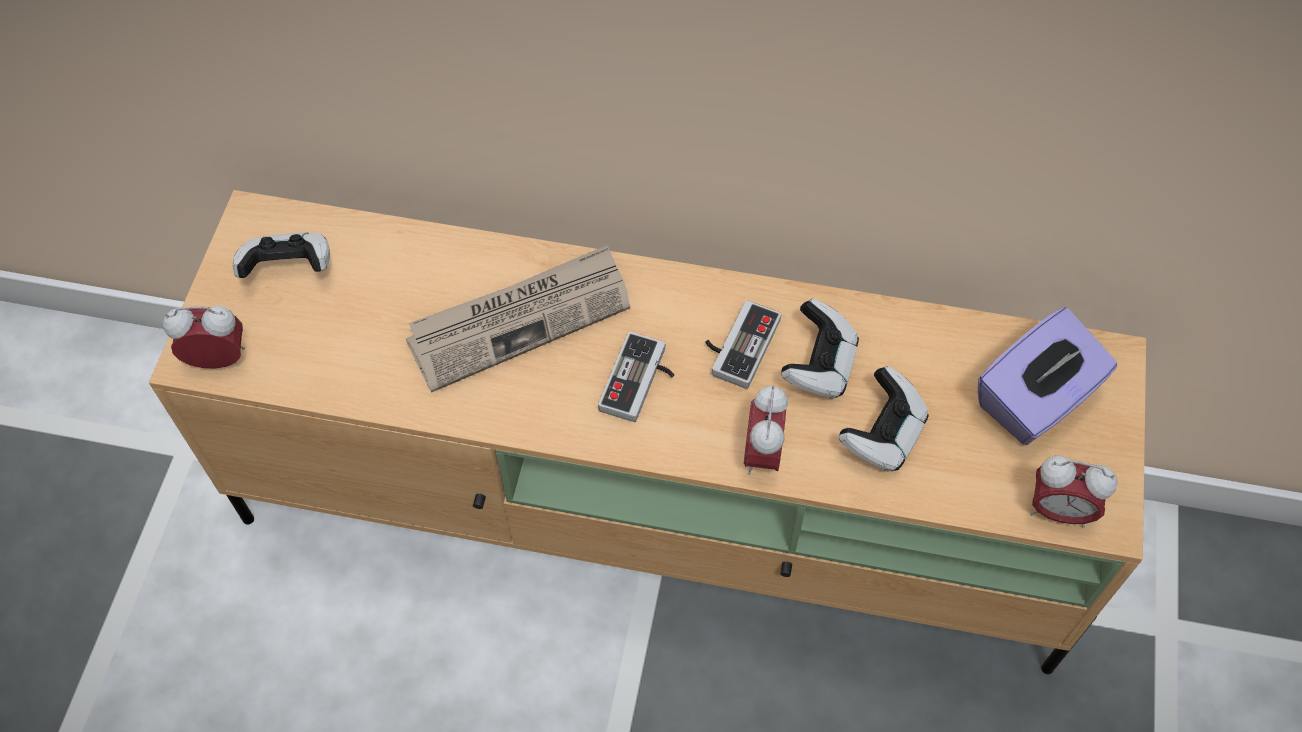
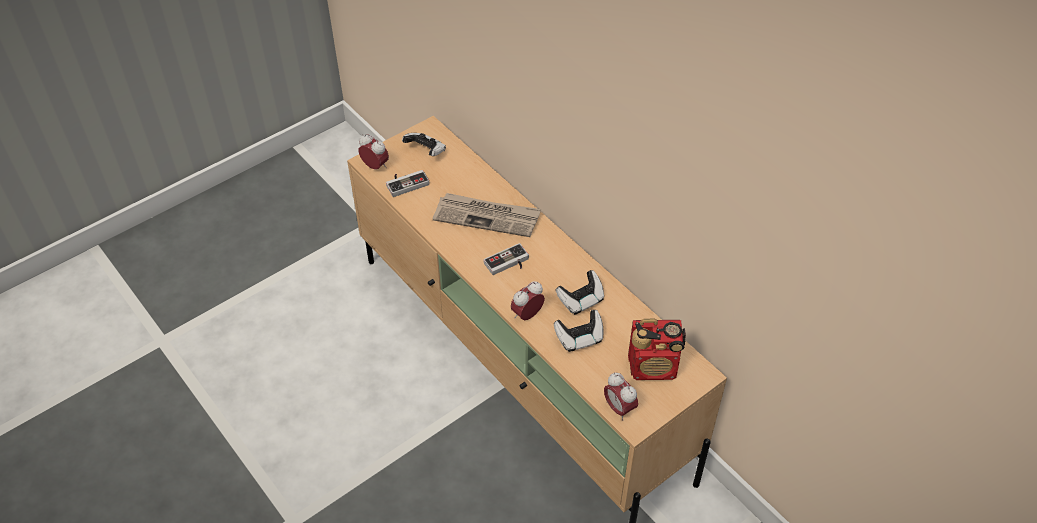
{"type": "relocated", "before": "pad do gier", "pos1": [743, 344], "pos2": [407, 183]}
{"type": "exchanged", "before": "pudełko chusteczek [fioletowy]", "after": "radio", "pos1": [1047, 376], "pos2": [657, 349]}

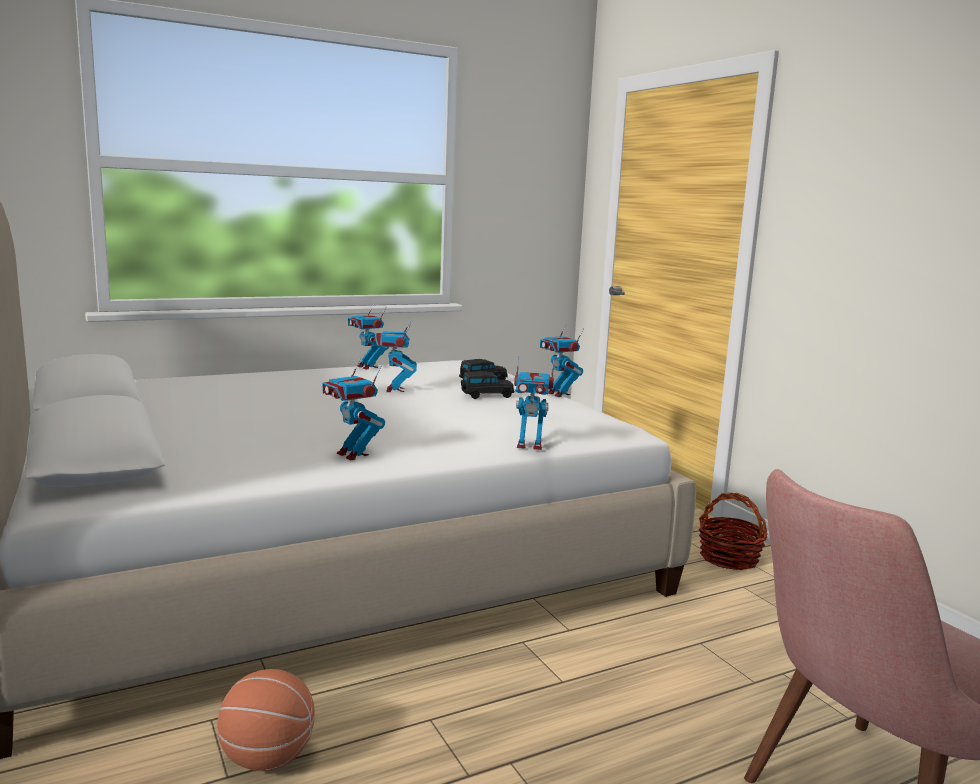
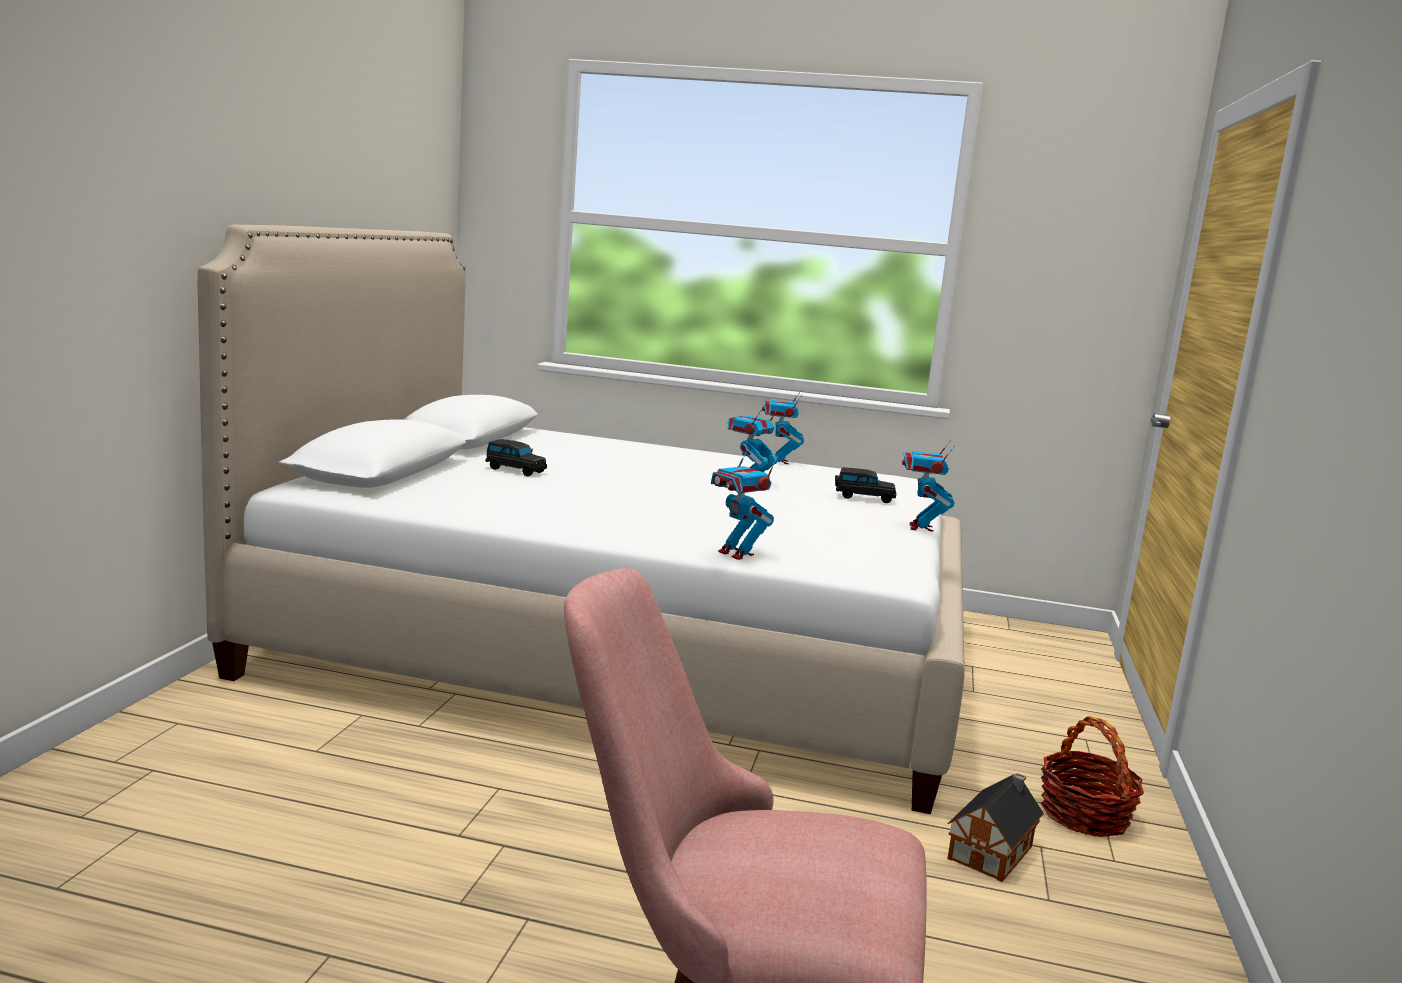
{"type": "missing", "before": "piłka do koszykówki", "pos1": [266, 720]}
{"type": "missing", "before": "robot zabawkowy", "pos1": [353, 409]}
{"type": "appeared", "after": "domek", "pos2": [995, 827]}
{"type": "relocated", "before": "samochodzik [czarny]", "pos1": [487, 385], "pos2": [516, 457]}

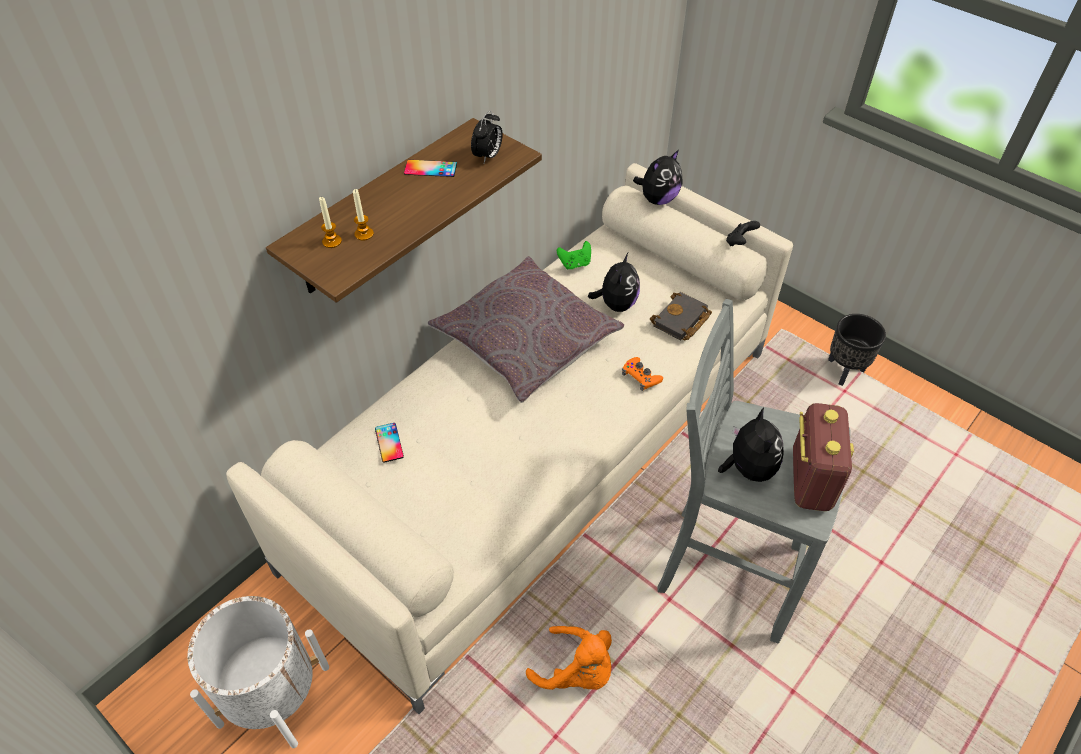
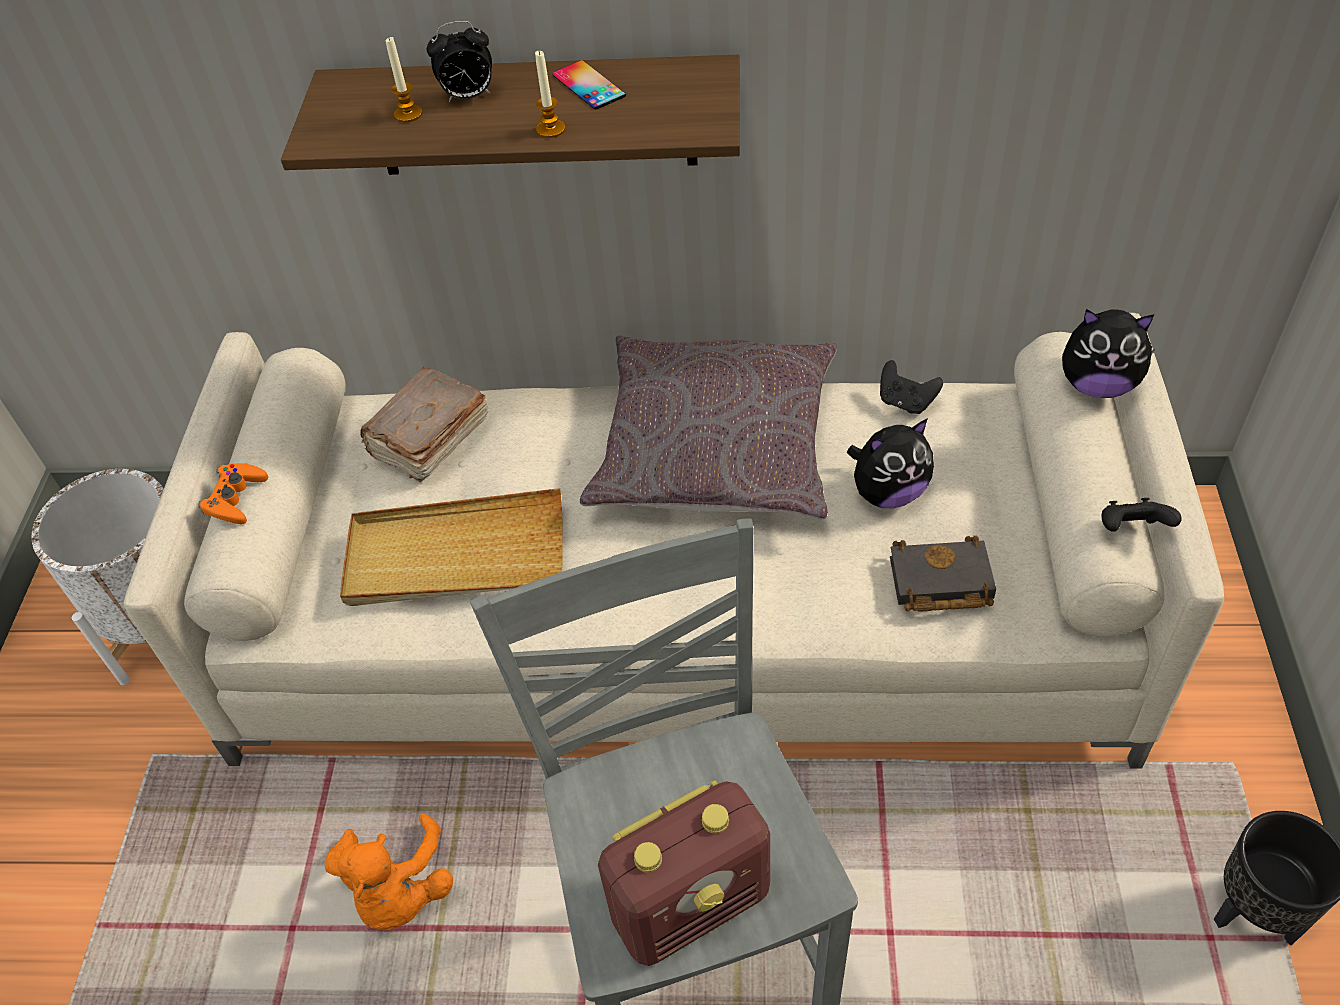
{"type": "missing", "before": "pluszak", "pos1": [751, 444]}
{"type": "appeared", "after": "taca [beżowy]", "pos2": [451, 547]}
{"type": "relocated", "before": "świeca", "pos1": [330, 222], "pos2": [550, 94]}
{"type": "relocated", "before": "budzik", "pos1": [487, 136], "pos2": [459, 61]}
{"type": "relocated", "before": "pad do gier [pomarańczowy]", "pos1": [642, 374], "pos2": [233, 493]}
{"type": "exchanged", "before": "telefon", "after": "książka [brązowy]", "pos1": [389, 443], "pos2": [424, 424]}
{"type": "colour", "before": "pad do gier [zielony]", "after": "pad do gier [czarny]", "pos1": [574, 255], "pos2": [911, 387]}

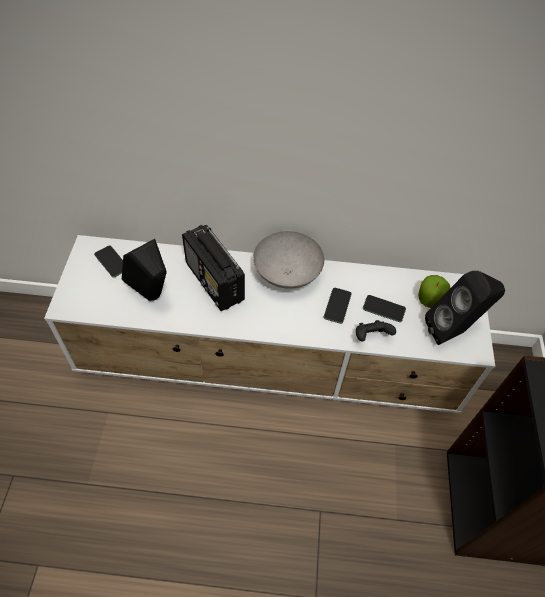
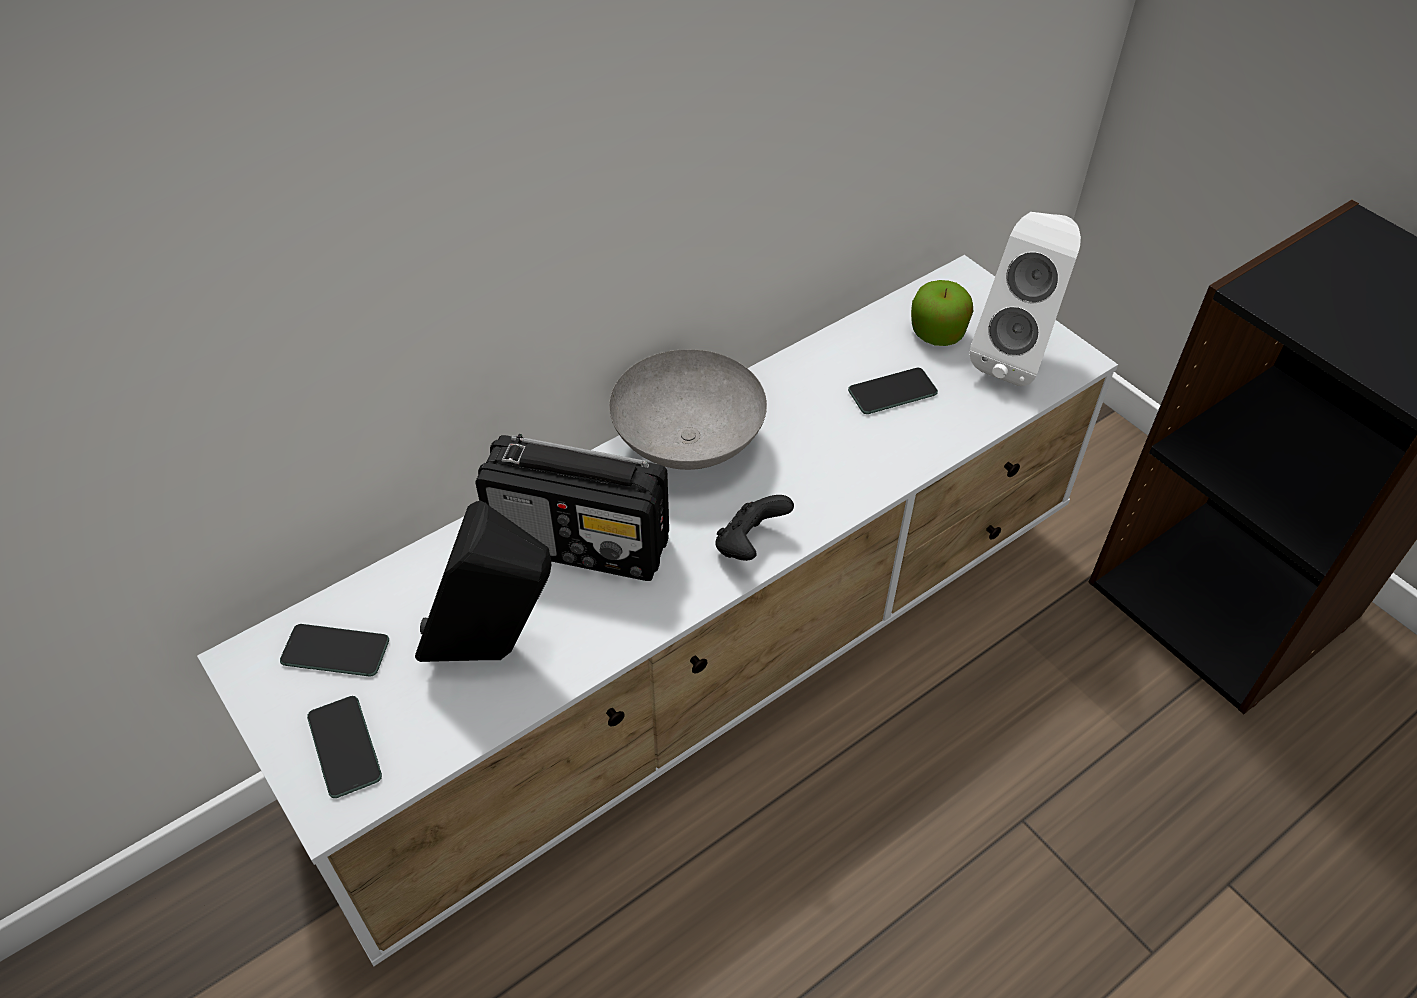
{"type": "relocated", "before": "telefon", "pos1": [338, 306], "pos2": [344, 747]}
{"type": "relocated", "before": "pad do gier [czarny]", "pos1": [376, 331], "pos2": [754, 528]}
{"type": "colour", "before": "głośnik [czarny]", "after": "głośnik [biały]", "pos1": [465, 308], "pos2": [1025, 299]}

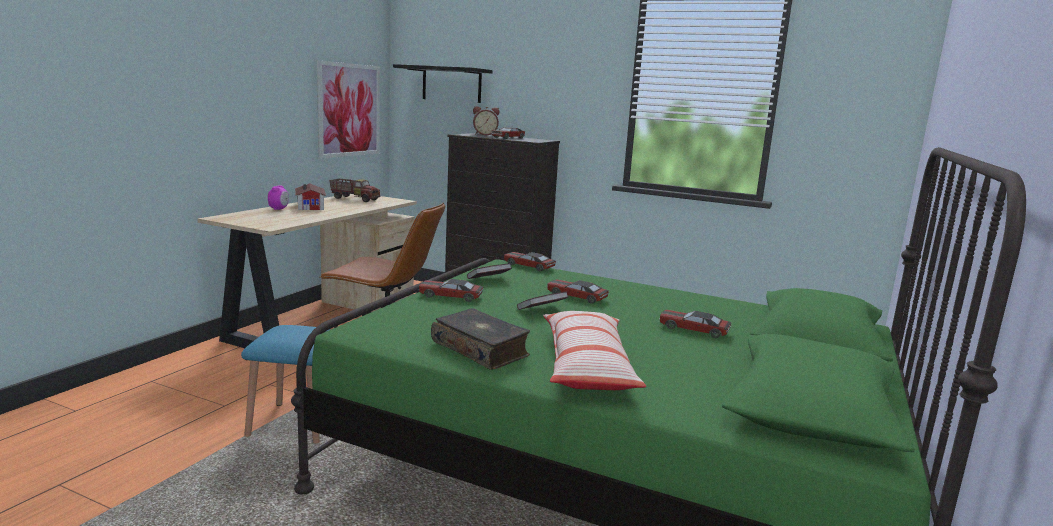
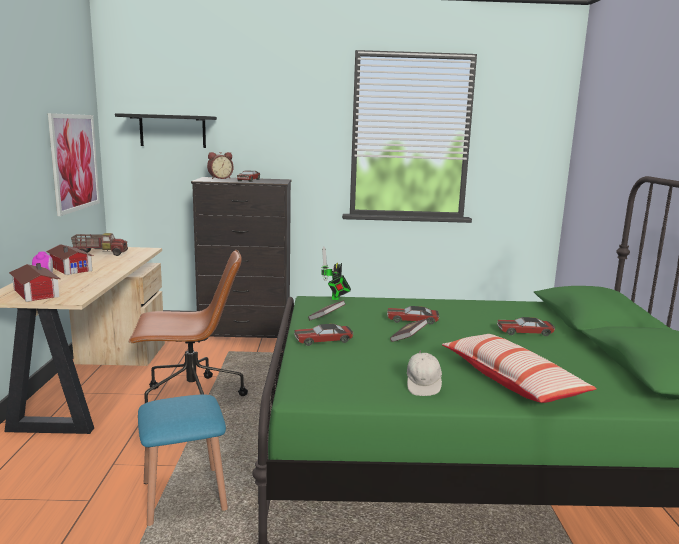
{"type": "appeared", "after": "domek", "pos2": [34, 282]}
{"type": "exchanged", "before": "książka", "after": "czapka z daszkiem [biały]", "pos1": [480, 339], "pos2": [424, 373]}
{"type": "exchanged", "before": "samochodzik", "after": "robot zabawkowy", "pos1": [530, 261], "pos2": [336, 273]}

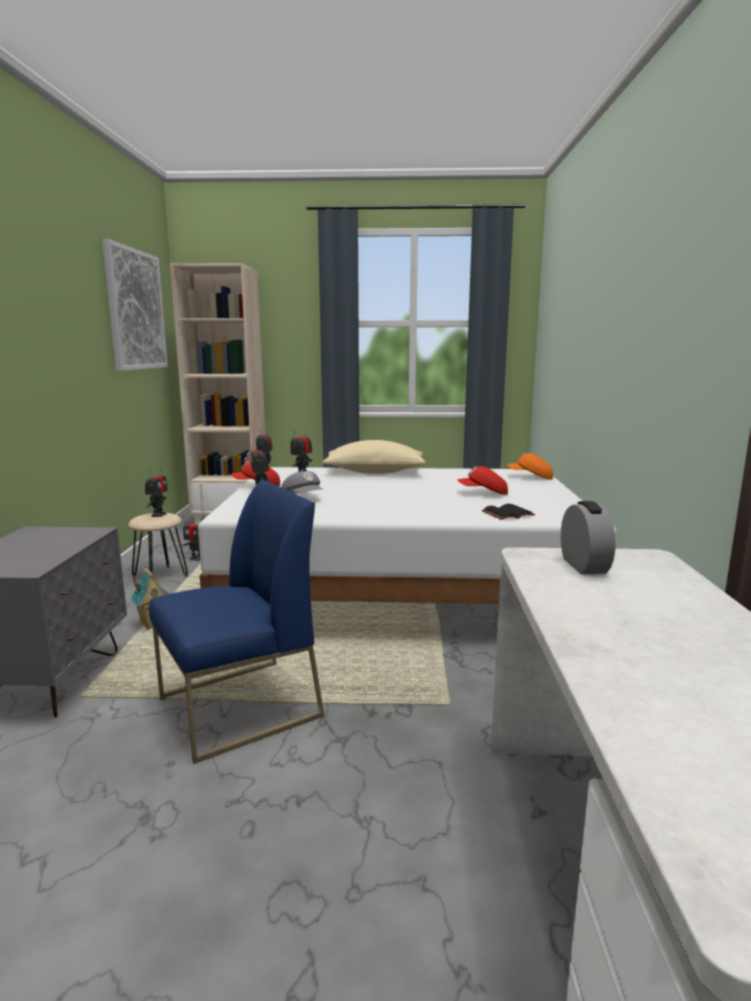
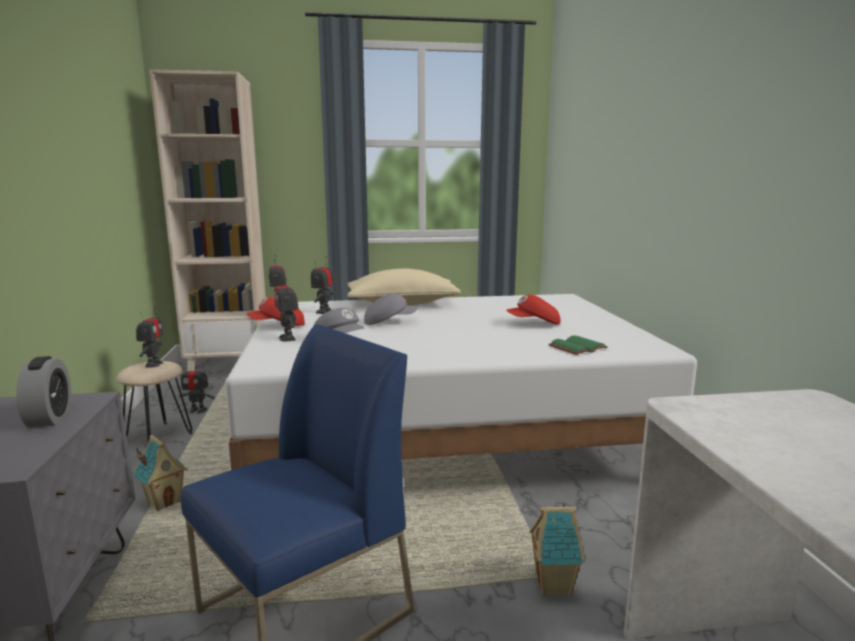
{"type": "missing", "before": "obraz", "pos1": [135, 305]}
{"type": "missing", "before": "czapka z daszkiem [pomarańczowy]", "pos1": [530, 466]}
{"type": "appeared", "after": "czapka z daszkiem [szary]", "pos2": [391, 309]}
{"type": "appeared", "after": "domek", "pos2": [557, 549]}
{"type": "relocated", "before": "budzik", "pos1": [588, 537], "pos2": [44, 392]}
{"type": "colour", "before": "książka [czarny]", "after": "książka [zielony]", "pos1": [508, 512], "pos2": [578, 345]}

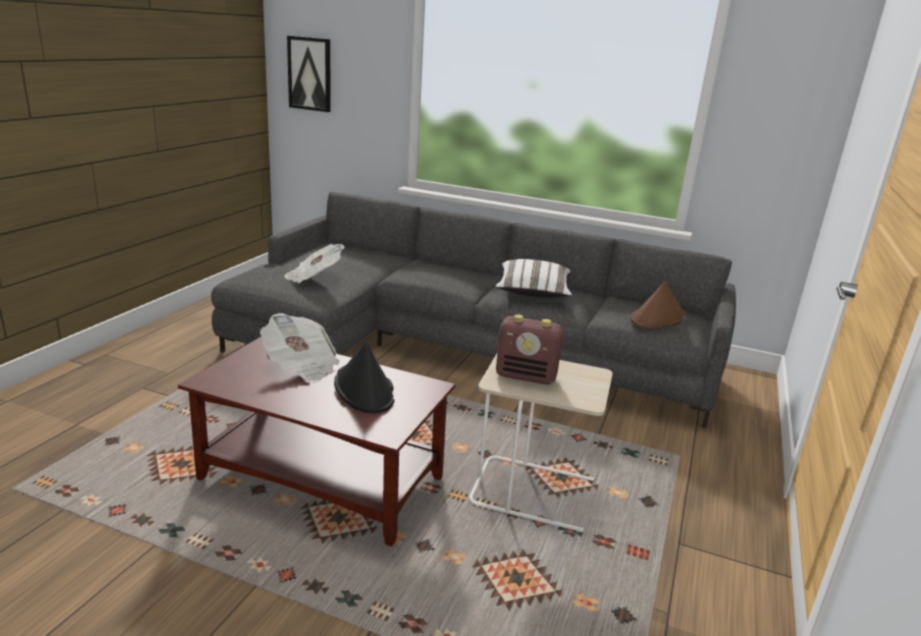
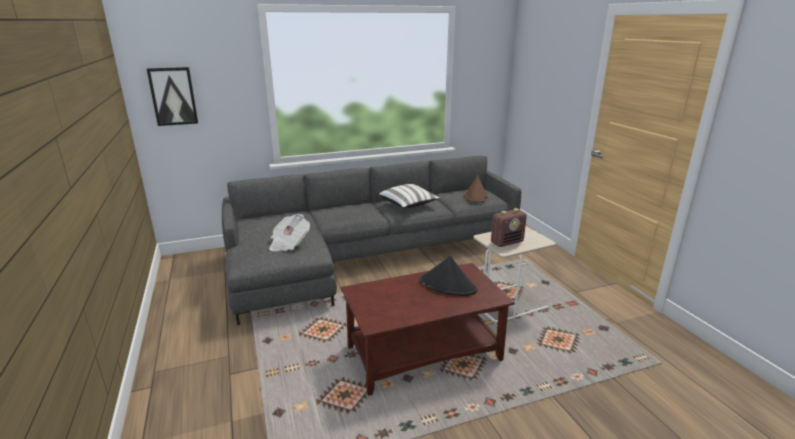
{"type": "missing", "before": "gazeta", "pos1": [300, 348]}

